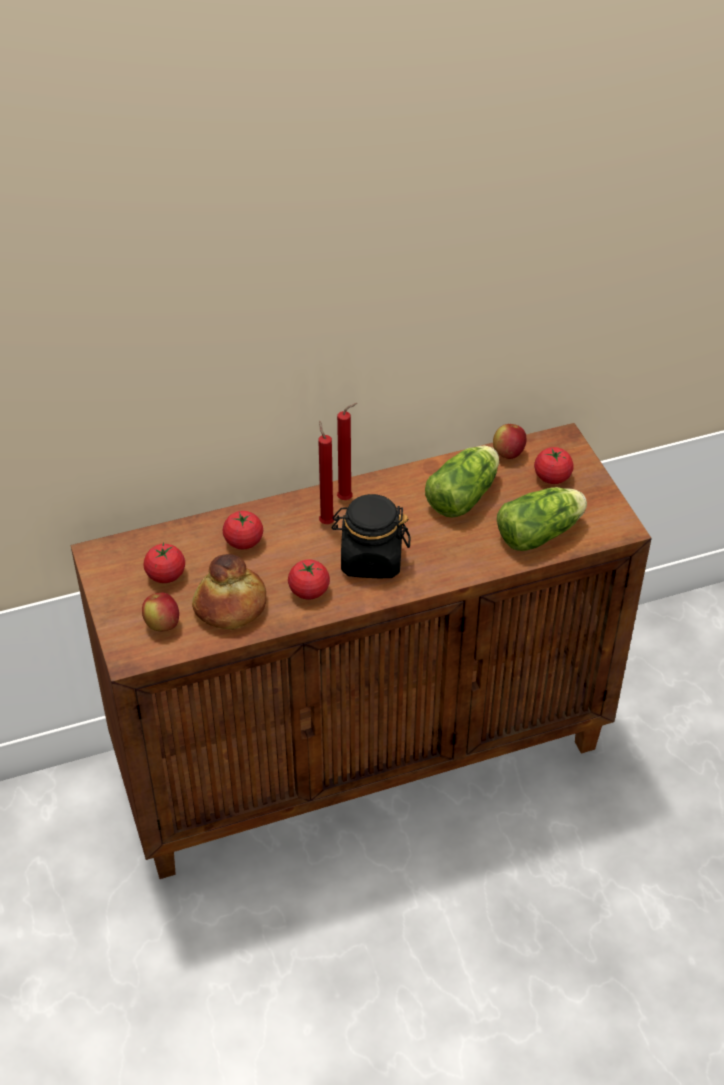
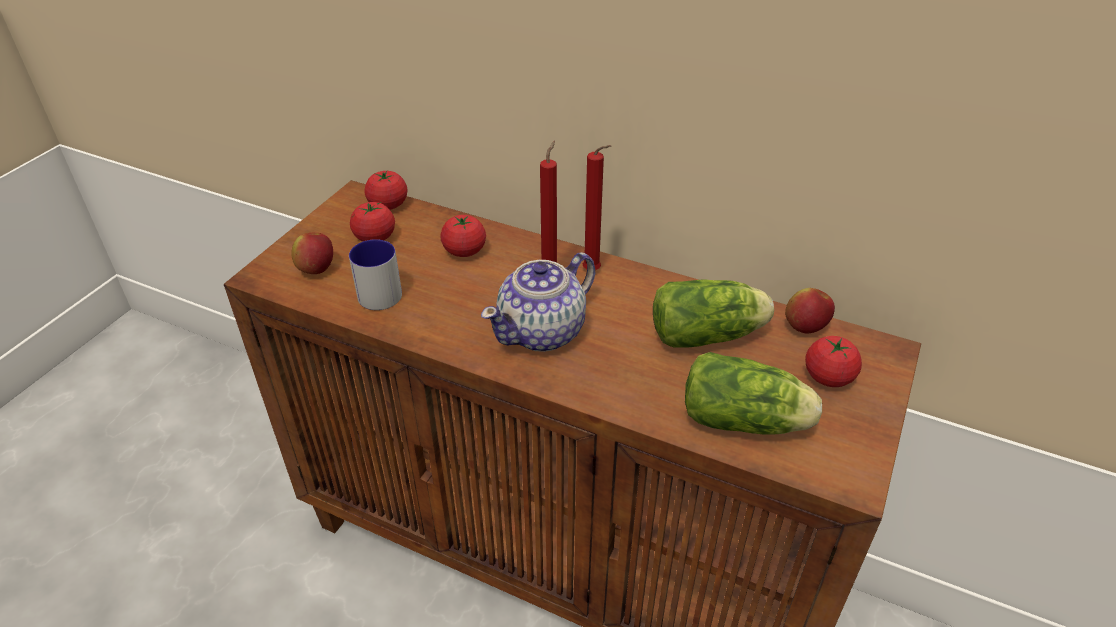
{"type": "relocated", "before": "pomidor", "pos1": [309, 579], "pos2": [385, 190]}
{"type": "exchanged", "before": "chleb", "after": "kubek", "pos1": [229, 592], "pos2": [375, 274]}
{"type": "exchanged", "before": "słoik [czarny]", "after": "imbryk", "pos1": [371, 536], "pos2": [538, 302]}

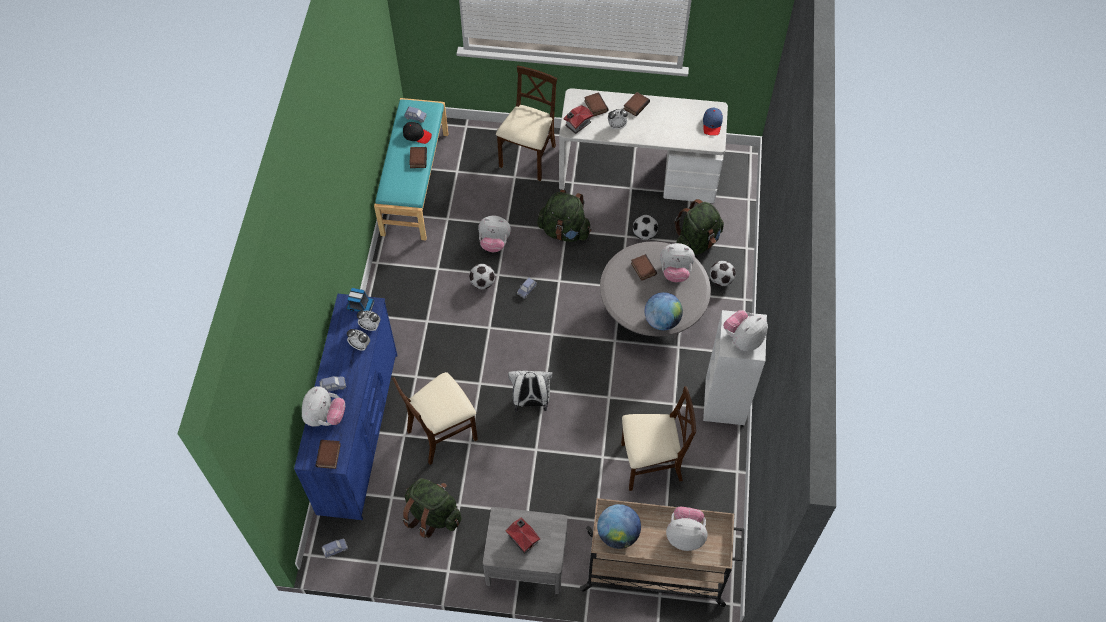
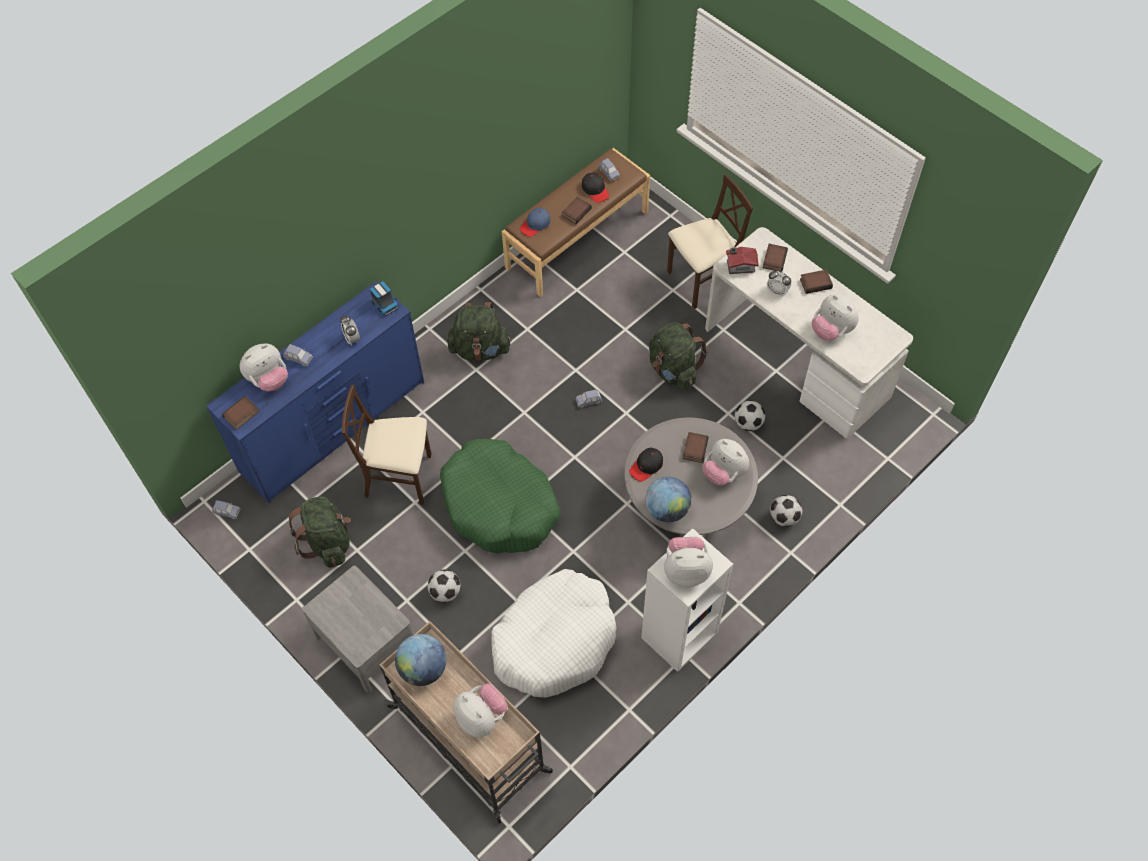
{"type": "missing", "before": "budzik", "pos1": [368, 321]}
{"type": "missing", "before": "domek", "pos1": [522, 536]}
{"type": "appeared", "after": "czapka z daszkiem [czarny]", "pos2": [646, 465]}
{"type": "relocated", "before": "piłka futbolowa", "pos1": [482, 276], "pos2": [444, 586]}
{"type": "relocated", "before": "pluszak", "pos1": [494, 234], "pos2": [835, 318]}
{"type": "relocated", "before": "plecak [zielony]", "pos1": [699, 227], "pos2": [479, 331]}
{"type": "relocated", "before": "czapka z daszkiem [niebieski]", "pos1": [713, 122], "pos2": [535, 222]}
{"type": "exchanged", "before": "plecak [biały]", "after": "legowisko [zielony]", "pos1": [530, 391], "pos2": [500, 496]}
{"type": "exchanged", "before": "krzesło [beżowy]", "after": "legowisko [biały]", "pos1": [658, 438], "pos2": [553, 633]}
{"type": "colour", "before": "ławka [turkusowy]", "after": "ławka [brązowy]", "pos1": [411, 169], "pos2": [576, 222]}

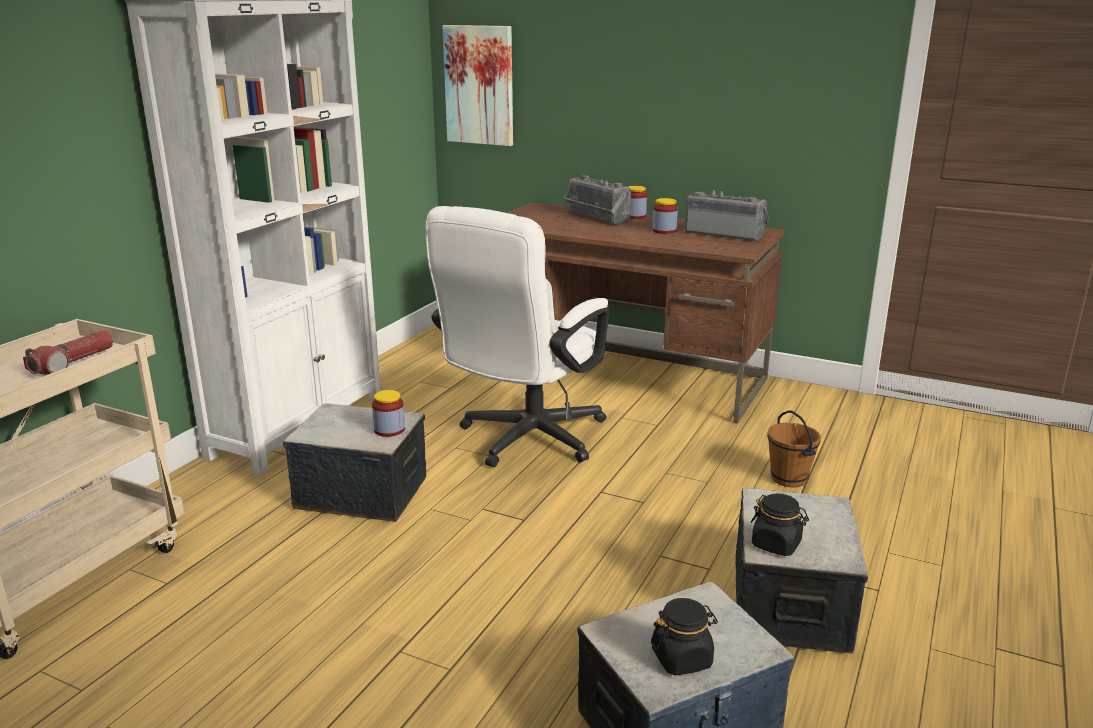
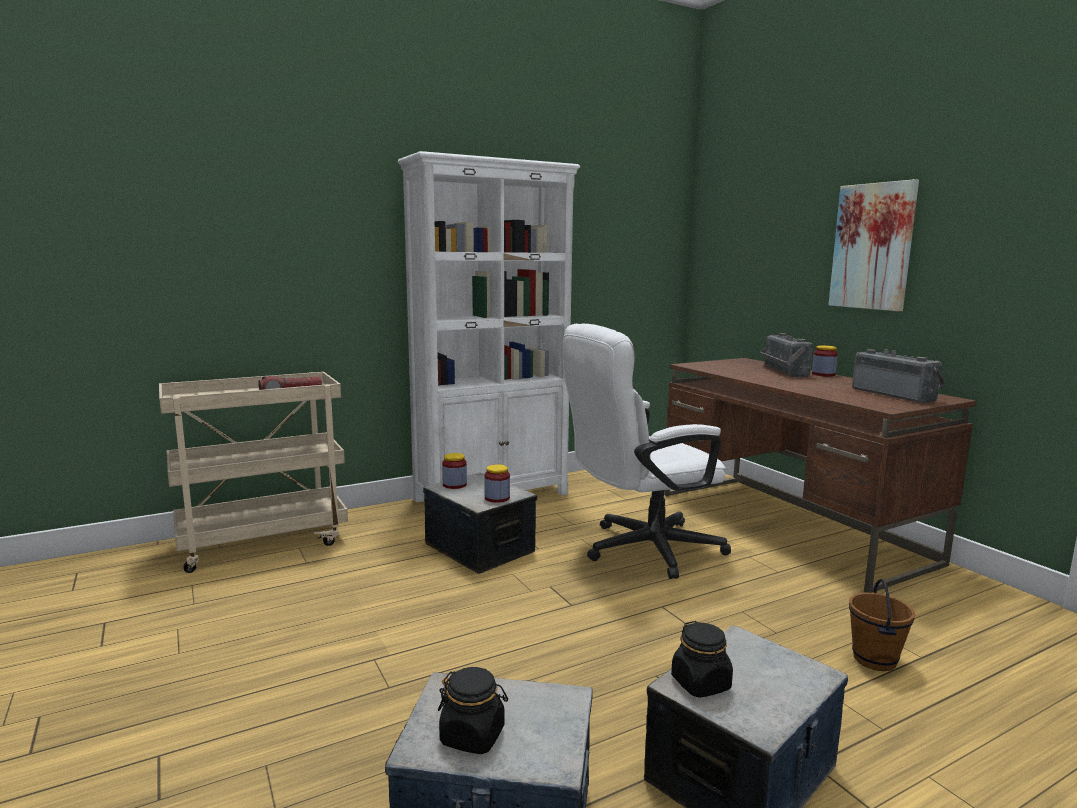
{"type": "relocated", "before": "obraz", "pos1": [477, 85], "pos2": [874, 245]}
{"type": "relocated", "before": "słoik", "pos1": [665, 216], "pos2": [454, 471]}

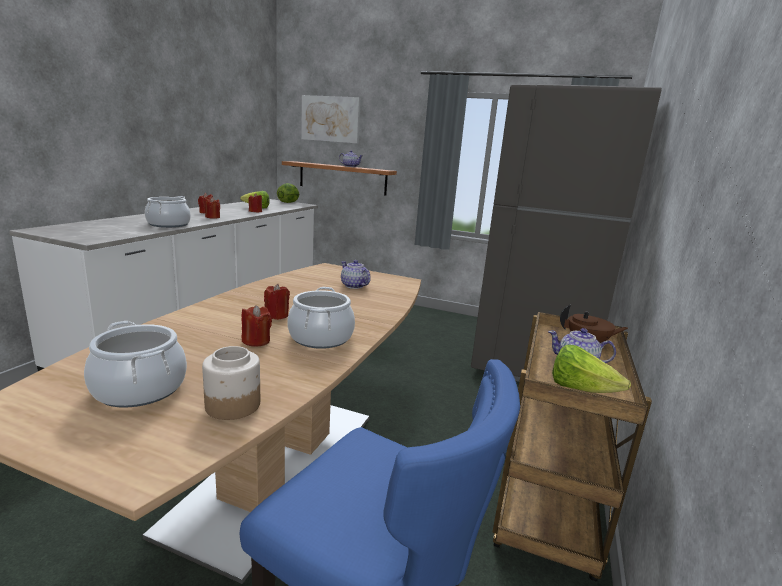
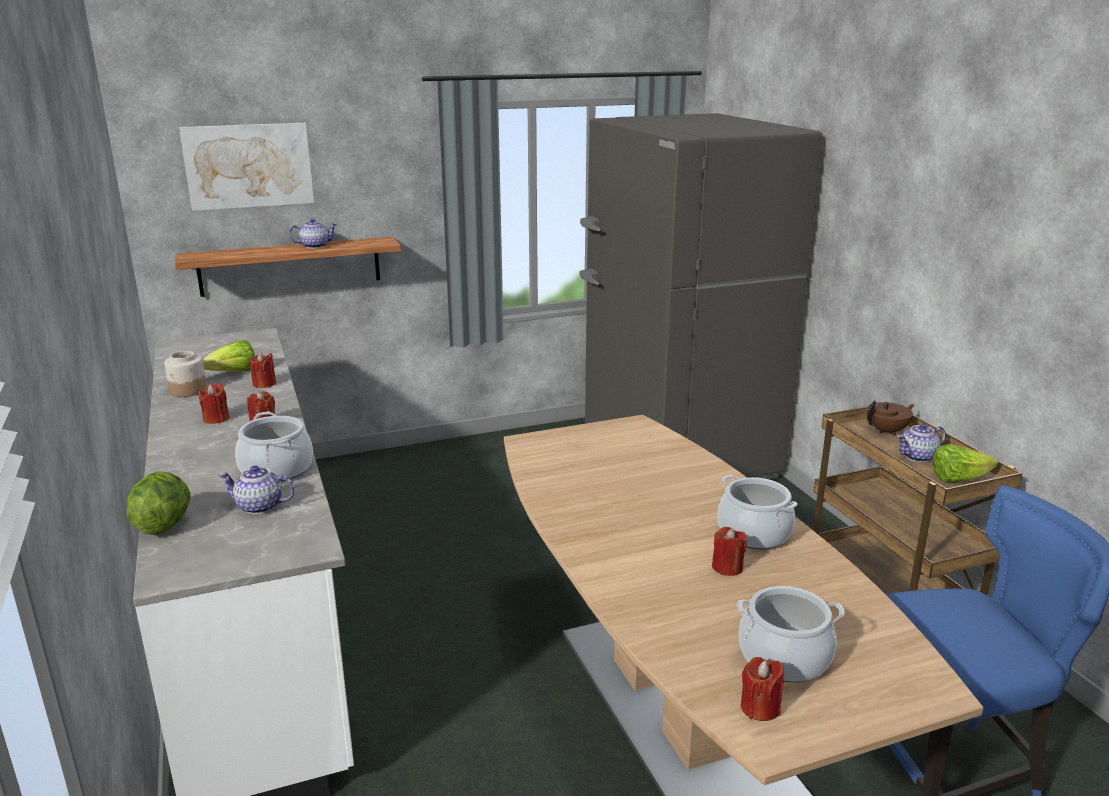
{"type": "relocated", "before": "słoik", "pos1": [231, 383], "pos2": [185, 374]}
{"type": "relocated", "before": "świeca [czerwony]", "pos1": [277, 302], "pos2": [762, 689]}
{"type": "relocated", "before": "sałata", "pos1": [288, 193], "pos2": [158, 503]}
{"type": "relocated", "before": "imbryk", "pos1": [356, 274], "pos2": [257, 489]}

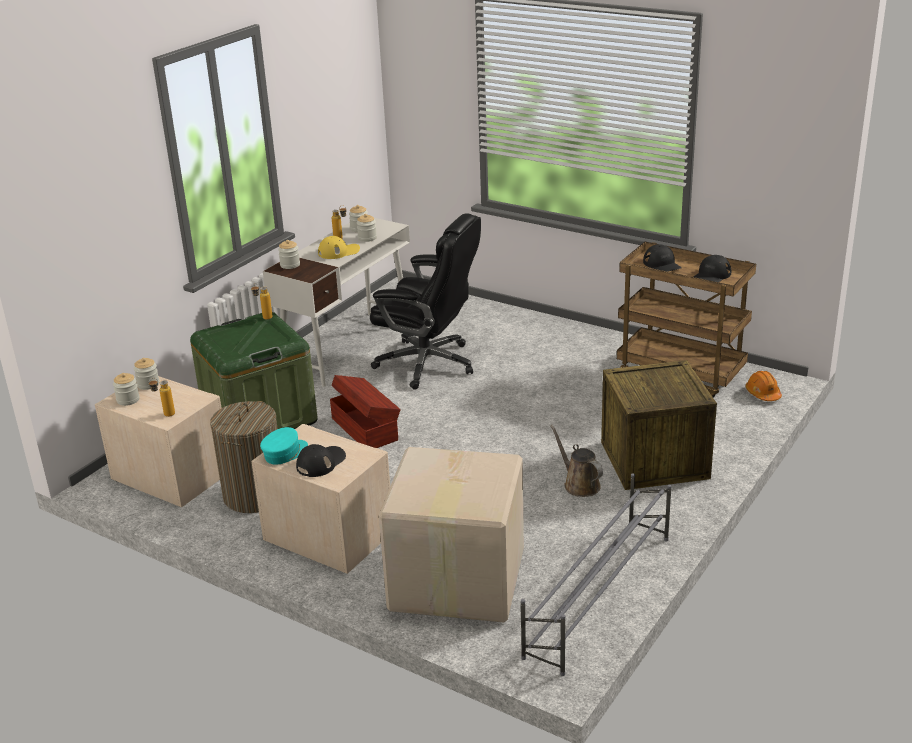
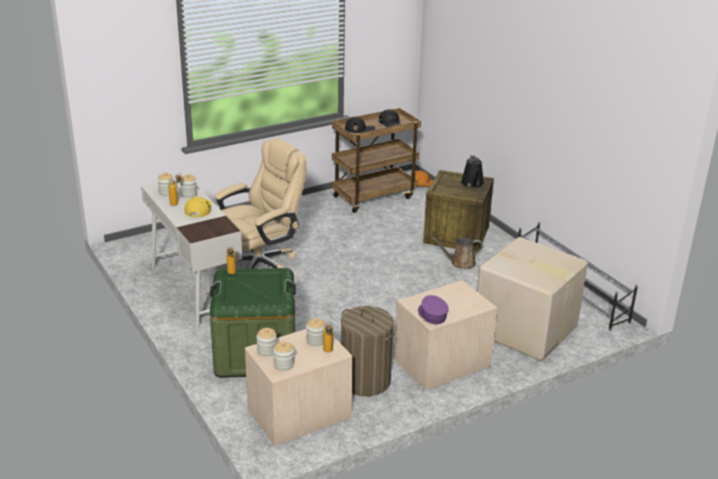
{"type": "missing", "before": "czapka z daszkiem [czarny]", "pos1": [321, 460]}
{"type": "missing", "before": "pojemnik do przechowywania [brązowy]", "pos1": [365, 411]}
{"type": "appeared", "after": "konewka [czarny]", "pos2": [472, 171]}
{"type": "relocated", "before": "słoik", "pos1": [289, 254], "pos2": [315, 332]}
{"type": "colour", "before": "czapka z daszkiem [turkusowy]", "after": "czapka z daszkiem [fioletowy]", "pos1": [284, 446], "pos2": [433, 309]}
{"type": "colour", "before": "krzesło biurowe [czarny]", "after": "krzesło biurowe [beżowy]", "pos1": [425, 301], "pos2": [260, 203]}

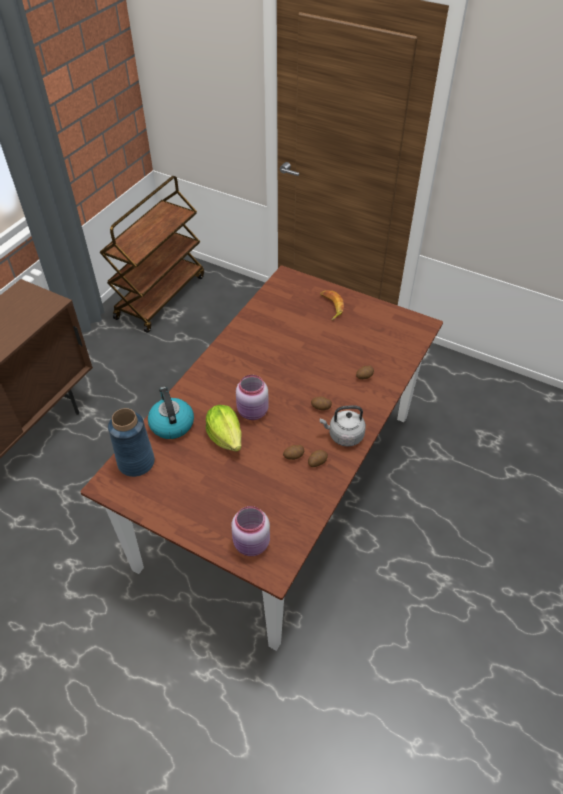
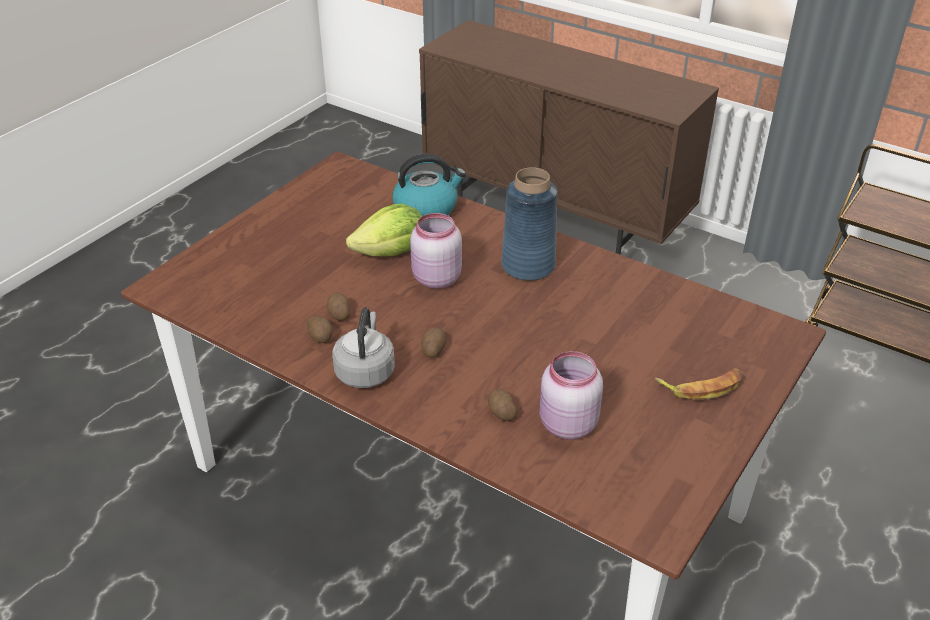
{"type": "relocated", "before": "wazon [niebieski]", "pos1": [131, 442], "pos2": [529, 224]}
{"type": "relocated", "before": "słoik [różowy]", "pos1": [250, 531], "pos2": [571, 395]}

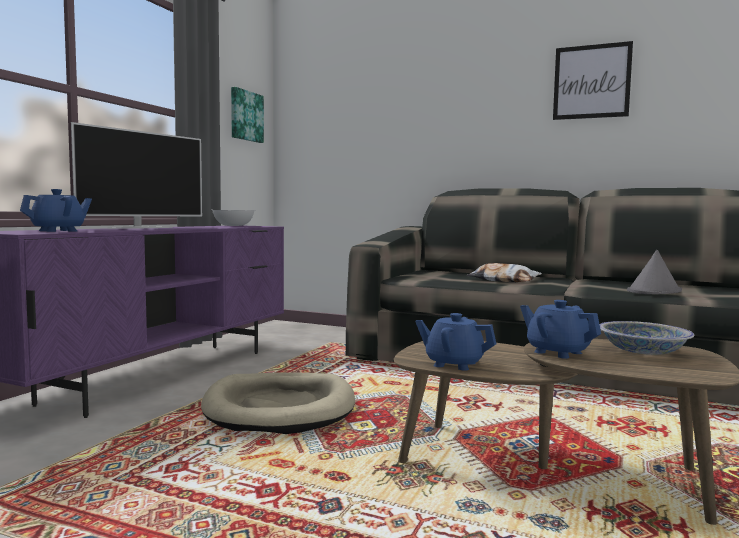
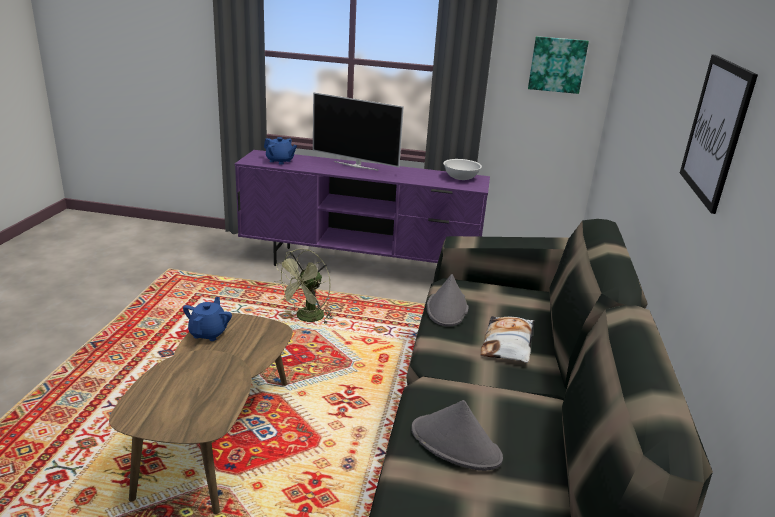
{"type": "missing", "before": "imbryk [niebieski]", "pos1": [560, 329]}
{"type": "missing", "before": "miska", "pos1": [647, 338]}
{"type": "appeared", "after": "kapelusz [szary]", "pos2": [448, 300]}
{"type": "exchanged", "before": "legowisko [beżowy]", "after": "wentylator [zielony]", "pos1": [278, 403], "pos2": [303, 285]}

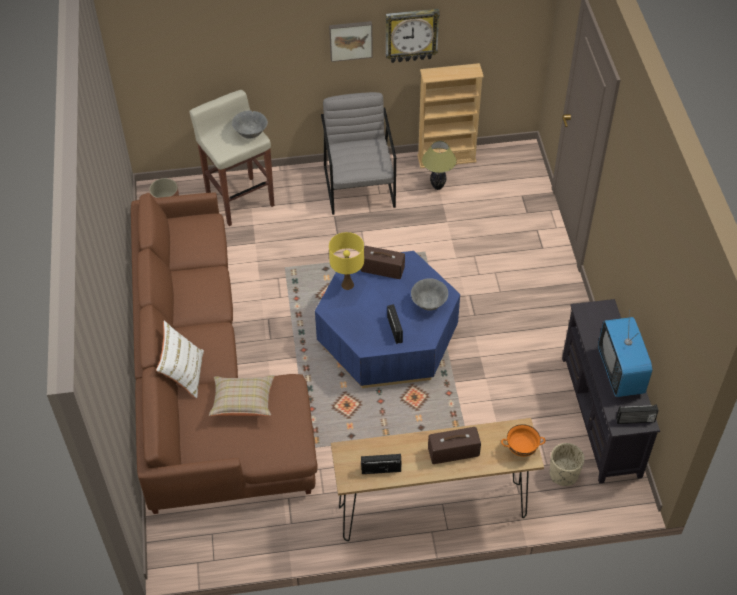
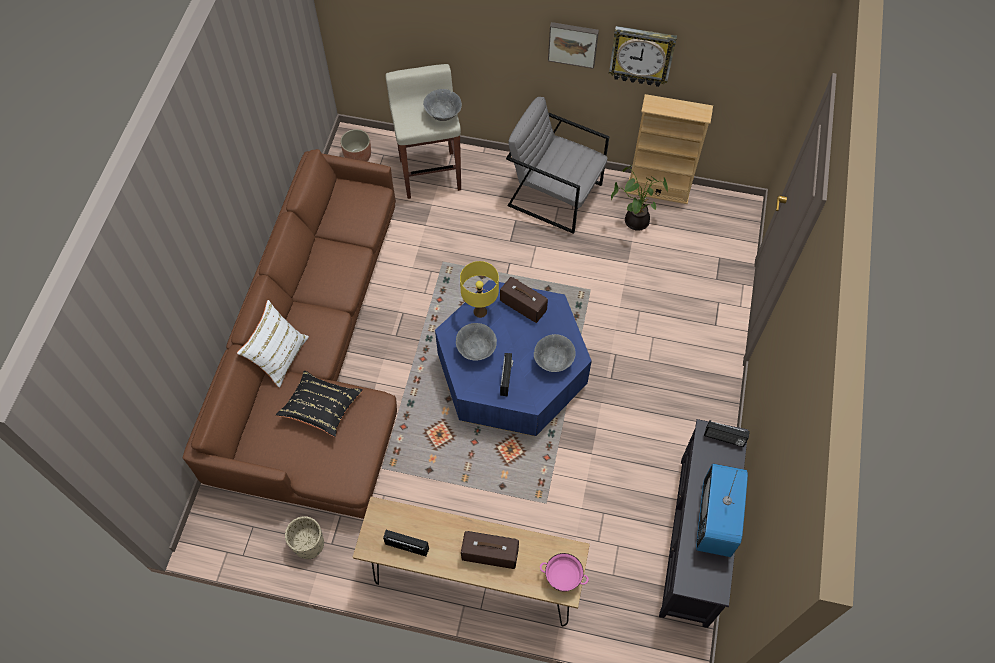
{"type": "appeared", "after": "miska [szary]", "pos2": [476, 342]}
{"type": "relocated", "before": "donica [beżowy]", "pos1": [566, 464], "pos2": [304, 537]}
{"type": "relocated", "before": "radio", "pos1": [637, 414], "pos2": [727, 433]}
{"type": "exchanged", "before": "lampa stołowa", "after": "roślina doniczkowa", "pos1": [439, 165], "pos2": [639, 198]}
{"type": "colour", "before": "poduszka [beżowy]", "after": "poduszka [czarny]", "pos1": [242, 395], "pos2": [319, 404]}
{"type": "colour", "before": "miska [pomarańczowy]", "after": "miska [różowy]", "pos1": [523, 440], "pos2": [564, 572]}
{"type": "spun", "before": "fotel [szary]", "pos1": [358, 153], "pos2": [558, 165], "turn": -75}

